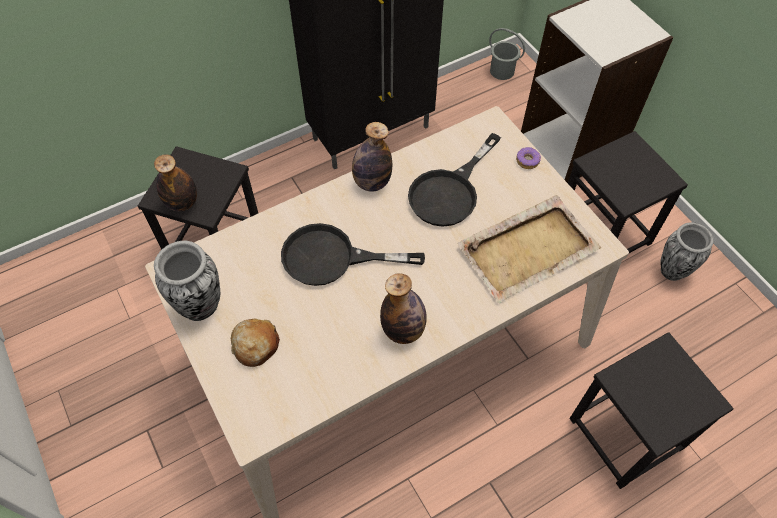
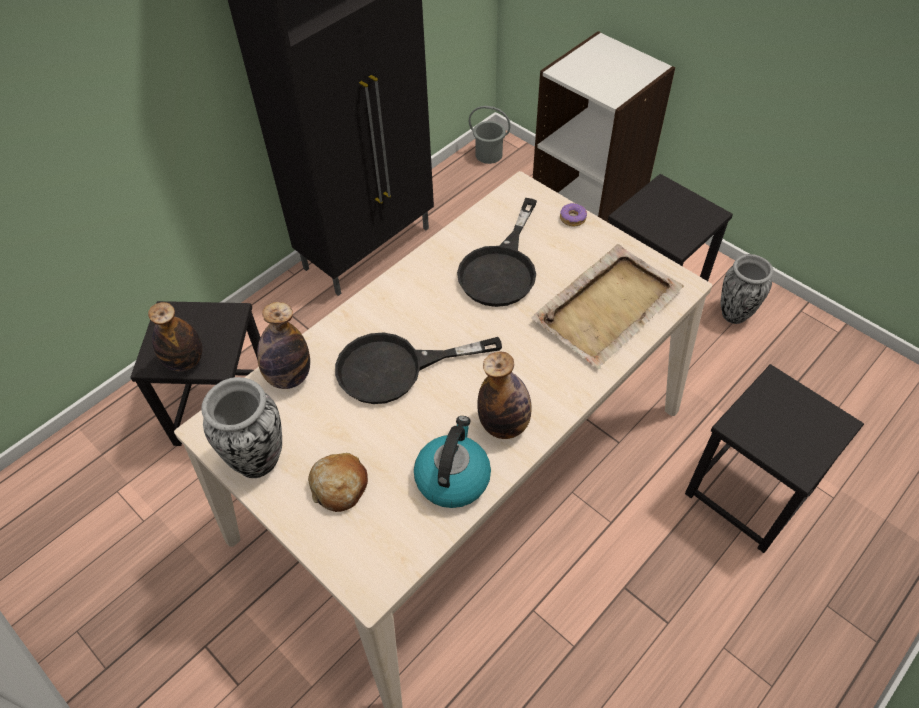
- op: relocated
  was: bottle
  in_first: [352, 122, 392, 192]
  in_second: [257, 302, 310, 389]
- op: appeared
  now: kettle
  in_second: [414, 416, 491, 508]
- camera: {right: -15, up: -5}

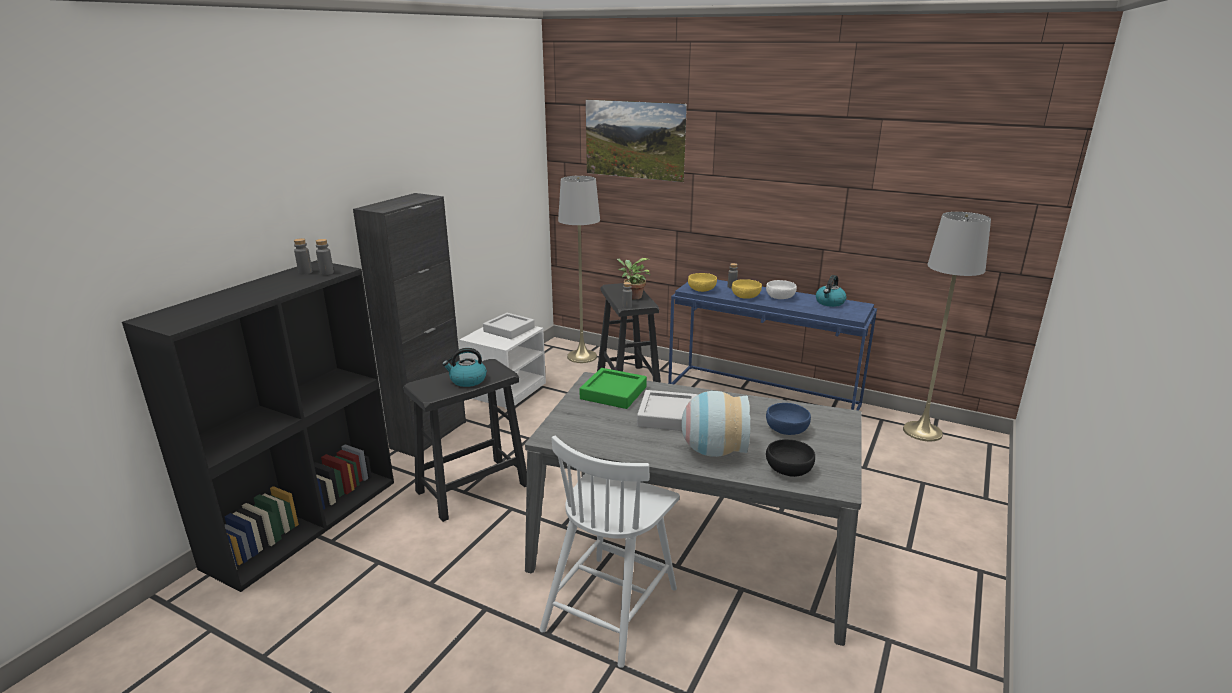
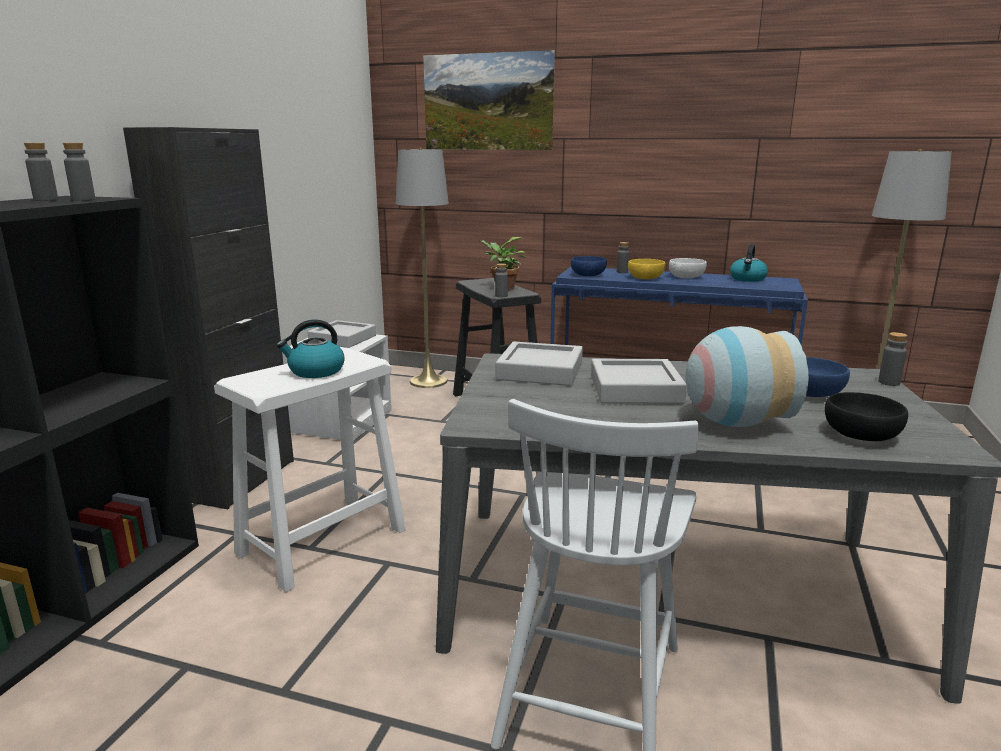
- op: colour
  was: black stool
  now: white stool
  in_first: [403, 359, 527, 522]
  in_second: [214, 348, 406, 593]
- op: colour
  was: green tray
  now: grey tray
  in_first: [579, 368, 647, 409]
  in_second: [496, 342, 583, 386]
- op: colour
  was: yellow bowl
  now: blue bowl
  in_first: [688, 273, 717, 292]
  in_second: [571, 256, 607, 276]
- op: appeared
  now: grey bottle
  in_second: [878, 332, 908, 386]
- camera: {right: -10, up: -5}

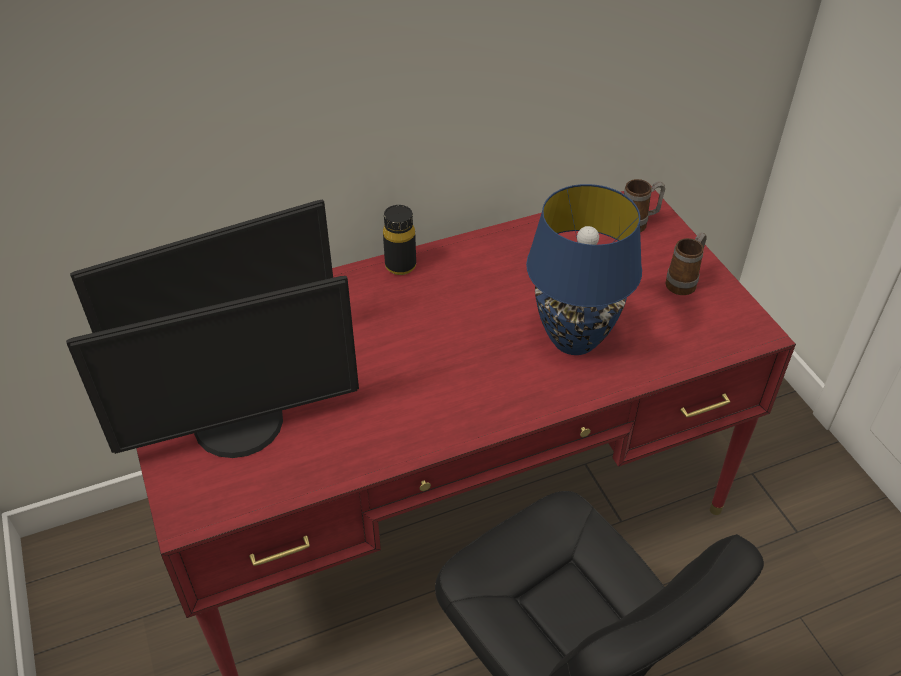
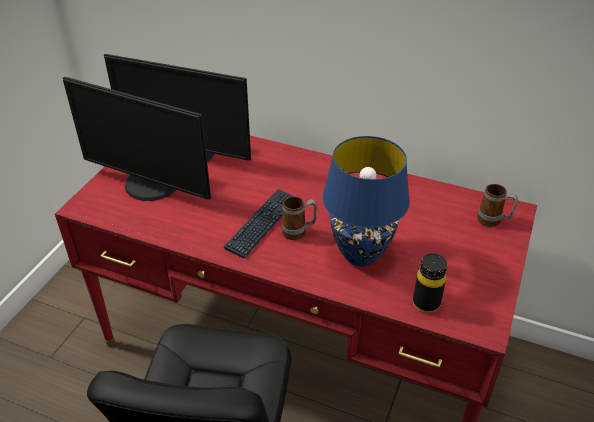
- op: relocated
  was: black bottle
  in_first: [383, 205, 416, 275]
  in_second: [413, 253, 447, 313]
- op: relocated
  was: mug
  in_first: [665, 232, 707, 295]
  in_second: [282, 196, 317, 240]
- op: appeared
  now: keyboard
  in_second: [224, 189, 293, 258]
- camera: {right: 45, up: -5}

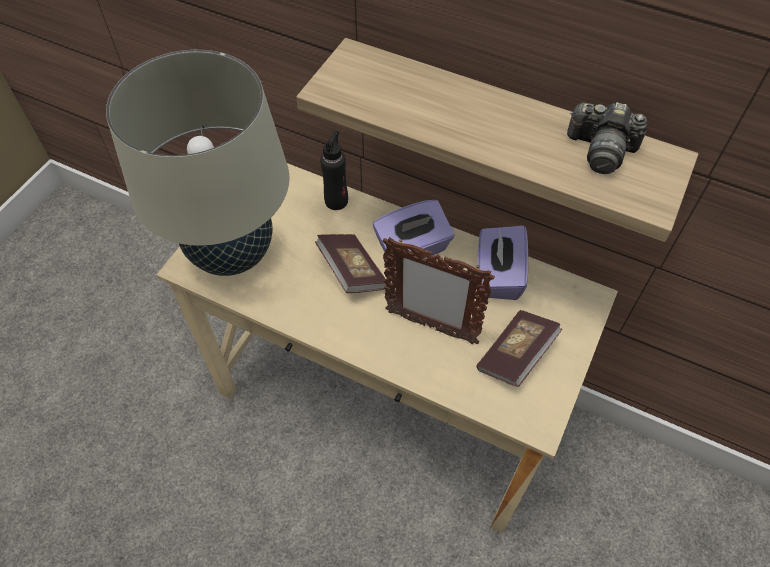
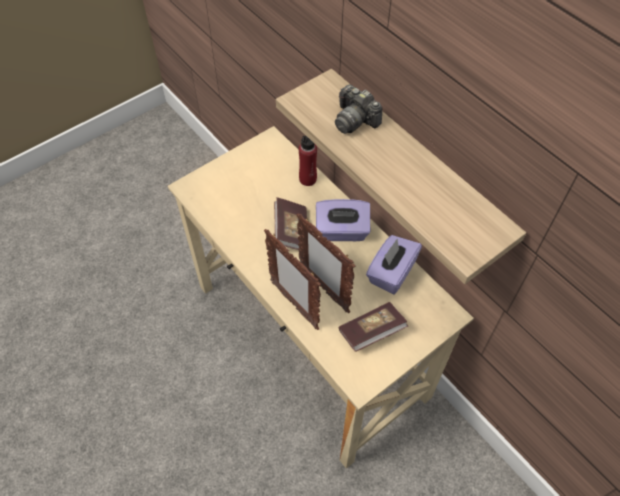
- op: missing
  was: beige table lamp
  in_first: [106, 50, 289, 276]
- op: colour
  was: black bottle
  now: red bottle
  in_first: [320, 131, 348, 210]
  in_second: [299, 135, 317, 186]
- op: relocated
  was: photo camera
  in_first: [567, 102, 648, 174]
  in_second: [335, 84, 382, 134]
- op: appeared
  now: picture frame
  in_second: [264, 229, 321, 330]
- camera: {right: 25, up: 0}

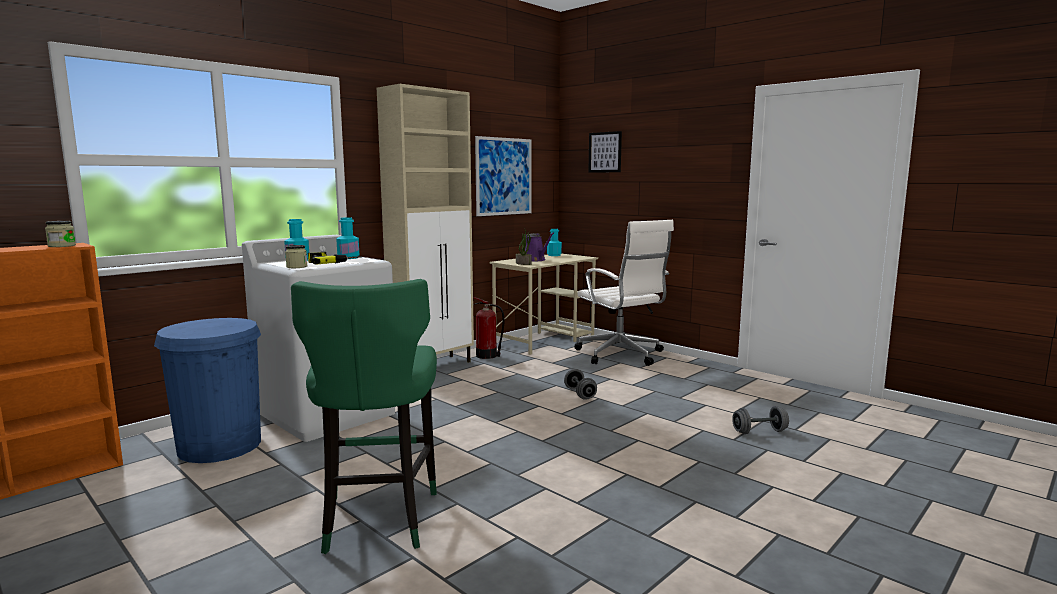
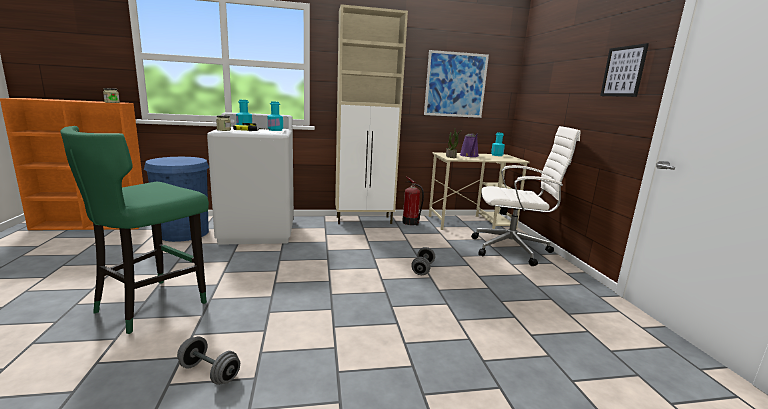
- op: spun
  was: white office chair
  in_first: [574, 220, 674, 366]
  in_second: [471, 126, 581, 266]
  clockwise: -90
- op: relocated
  was: picture
  in_first: [588, 131, 622, 173]
  in_second: [600, 43, 649, 97]
- op: relocated
  was: grey dumbbell
  in_first: [732, 406, 789, 434]
  in_second: [177, 337, 240, 385]
- camera: {right: 35, up: 5}

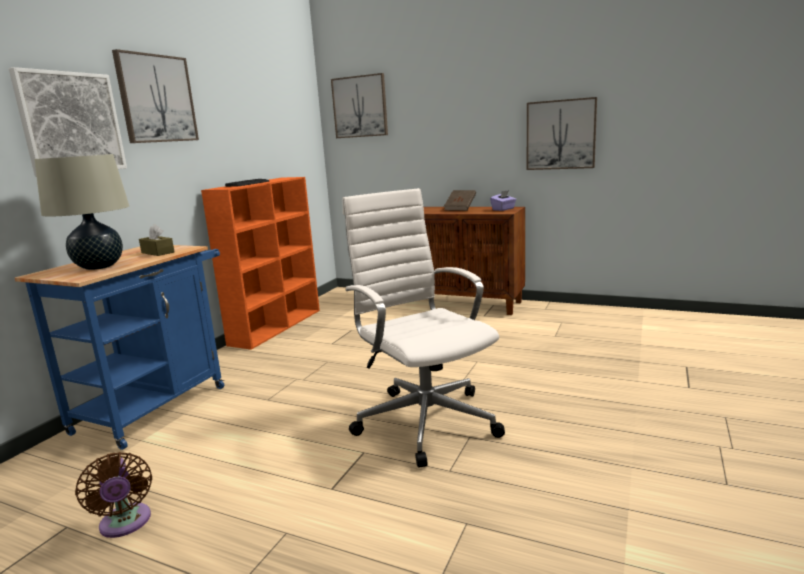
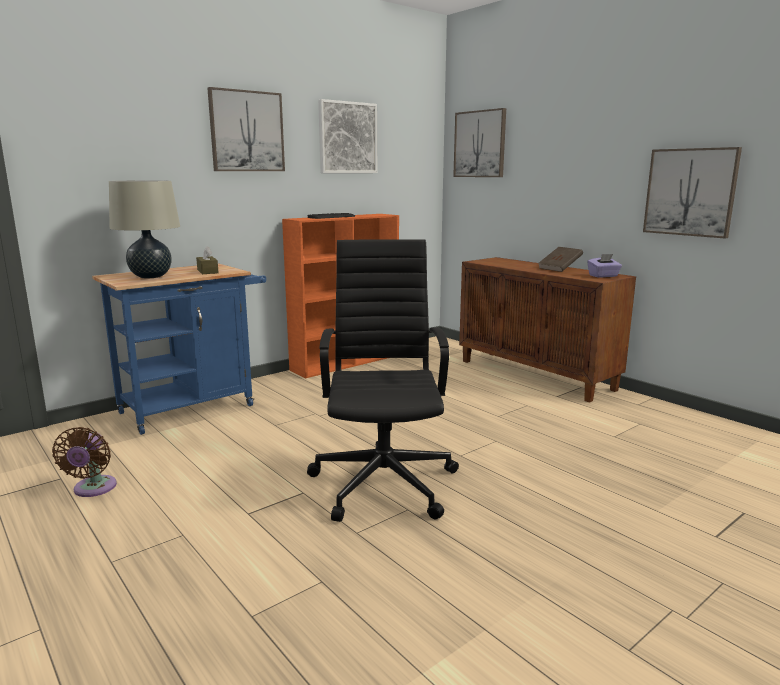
- op: relocated
  was: picture
  in_first: [9, 67, 127, 177]
  in_second: [318, 99, 377, 173]
- op: colour
  was: white office chair
  now: black office chair
  in_first: [342, 188, 505, 468]
  in_second: [307, 239, 459, 522]
- camera: {right: 25, up: 0}

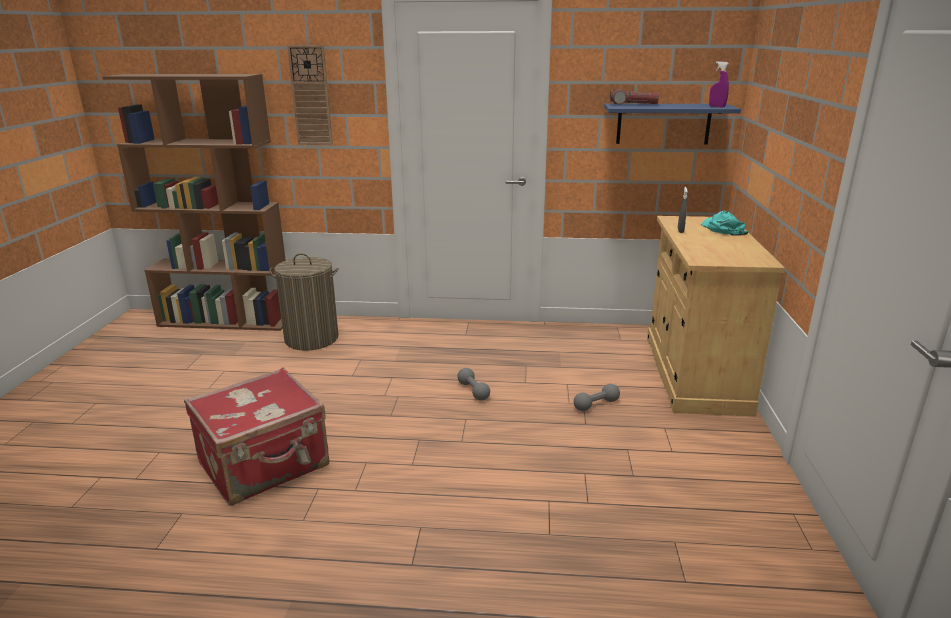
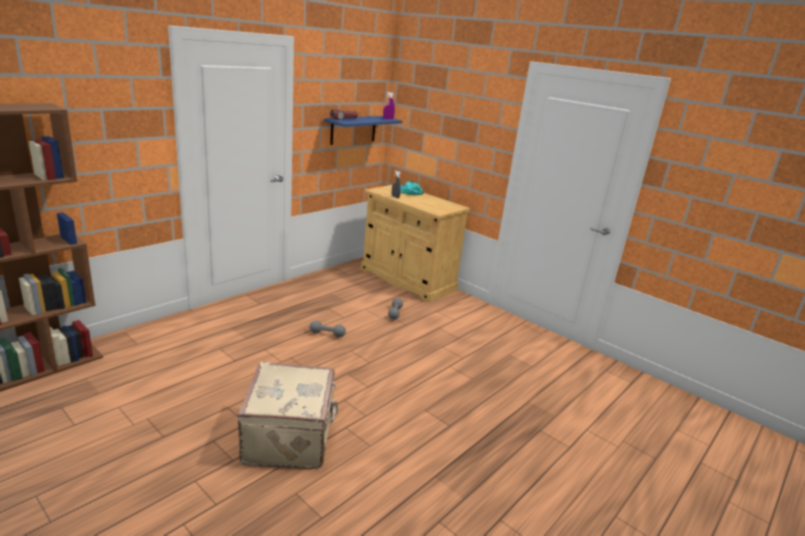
- op: colour
  was: red suitcase
  now: beige suitcase
  in_first: [184, 368, 329, 506]
  in_second: [238, 362, 338, 469]
- op: missing
  was: laundry basket
  in_first: [269, 253, 339, 351]
- op: missing
  was: wall clock
  in_first: [287, 45, 333, 145]
- camera: {right: -55, up: 0}

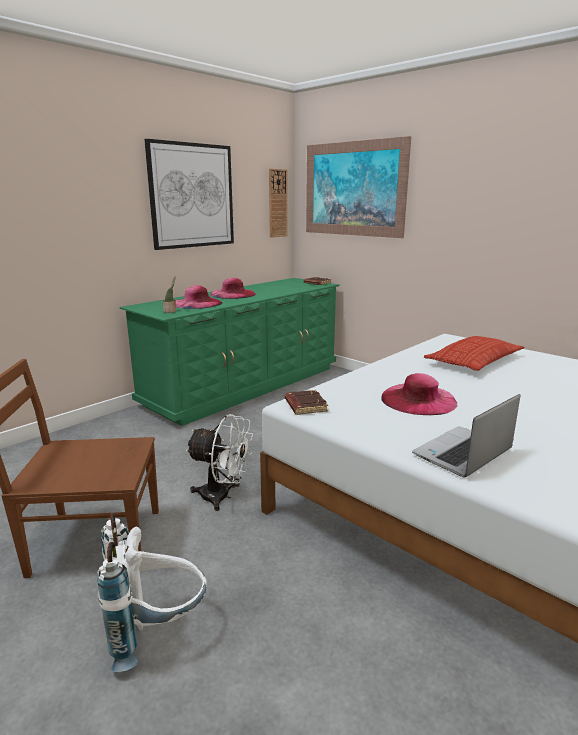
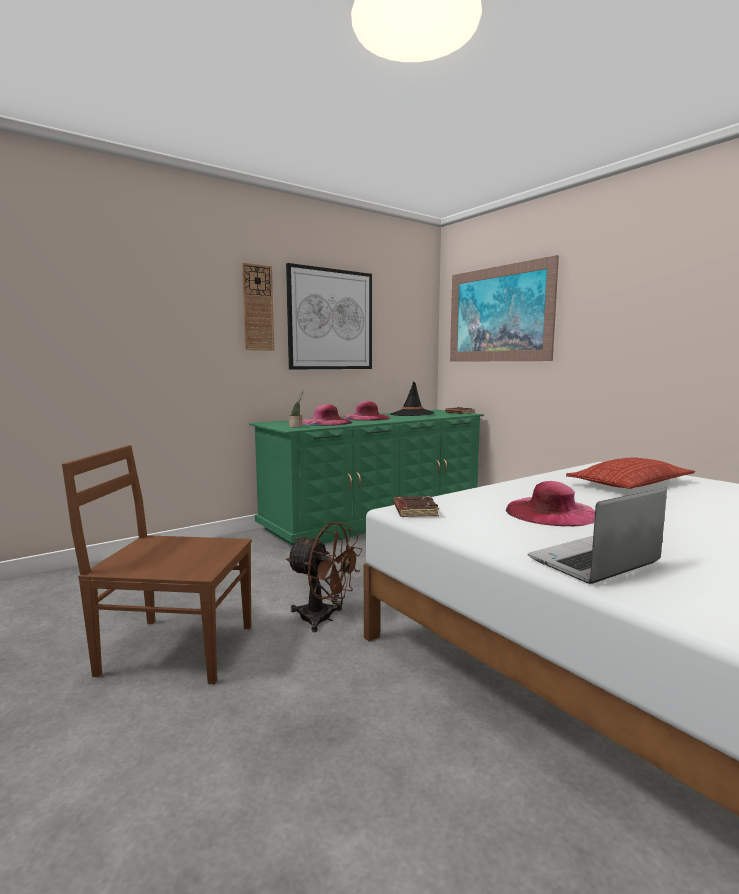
- op: missing
  was: white backpack
  in_first: [97, 514, 207, 672]
- op: colour
  was: white fan
  now: brown fan
  in_first: [186, 414, 253, 511]
  in_second: [286, 522, 363, 632]
- op: relocated
  was: wall clock
  in_first: [269, 169, 288, 238]
  in_second: [242, 263, 274, 351]
- op: appeared
  now: black hat
  in_second: [391, 381, 434, 416]
- camera: {right: 10, up: -10}

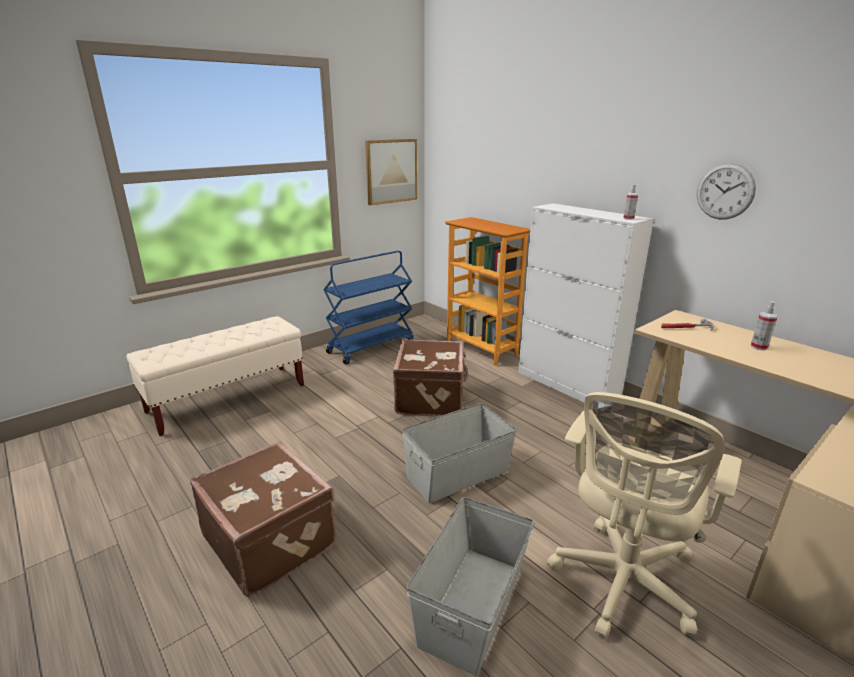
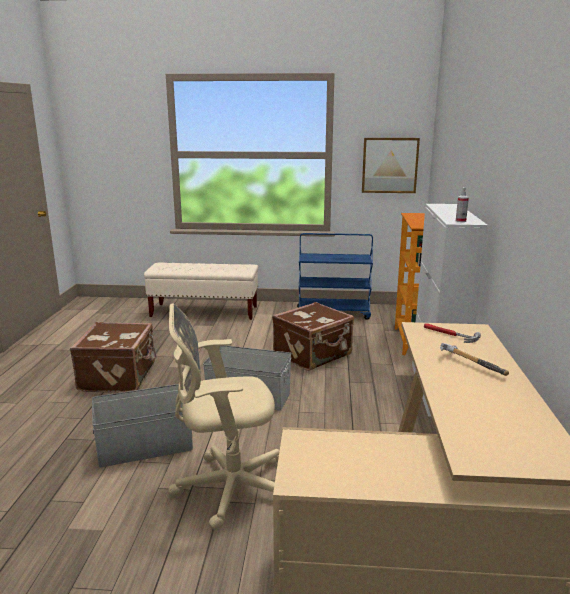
- op: missing
  was: wall clock
  in_first: [697, 163, 756, 220]
- op: exchanged
  was: spray bottle
  now: hammer
  in_first: [751, 301, 778, 350]
  in_second: [440, 343, 509, 376]
- camera: {right: 45, up: -5}

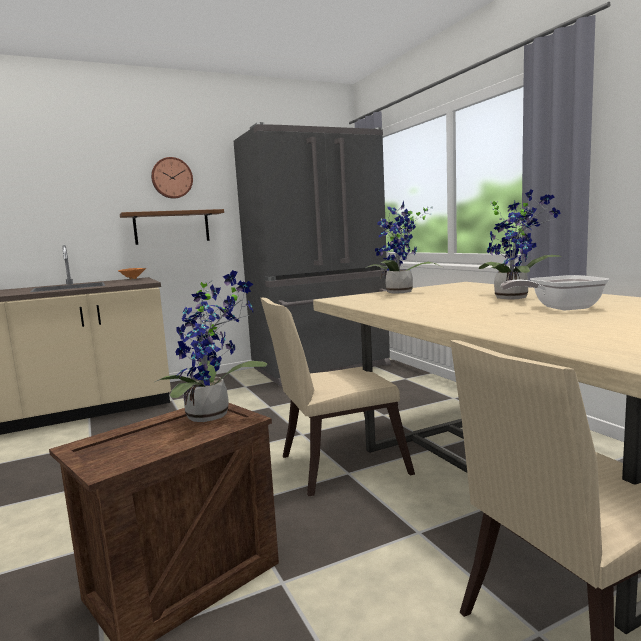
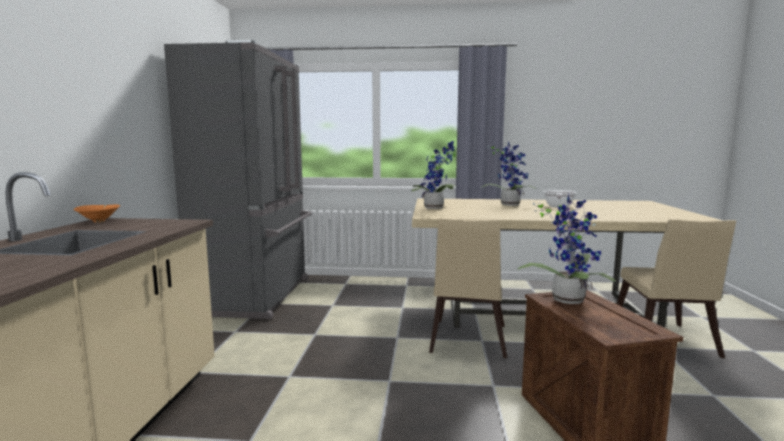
- op: missing
  was: brown shelf
  in_first: [120, 209, 224, 245]
- op: missing
  was: wall clock
  in_first: [151, 157, 193, 199]
- camera: {right: -60, up: 0}

